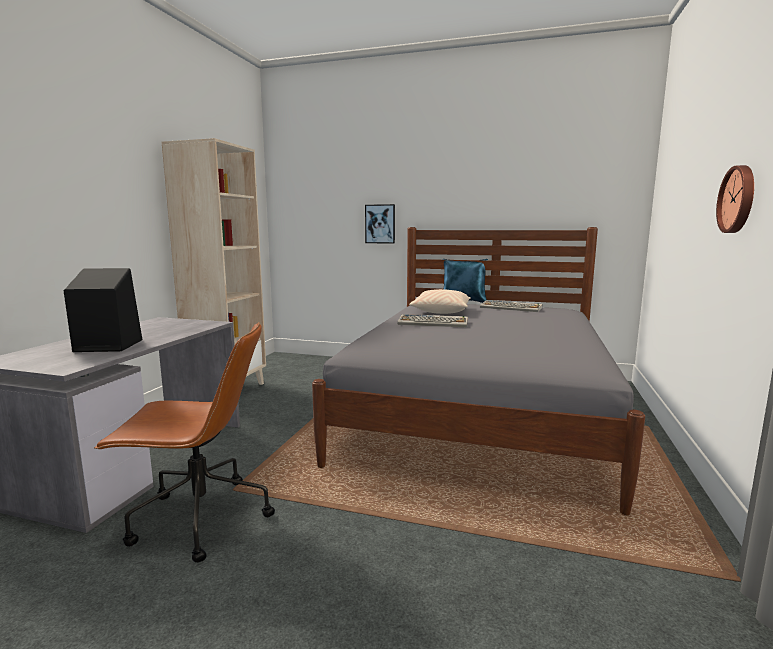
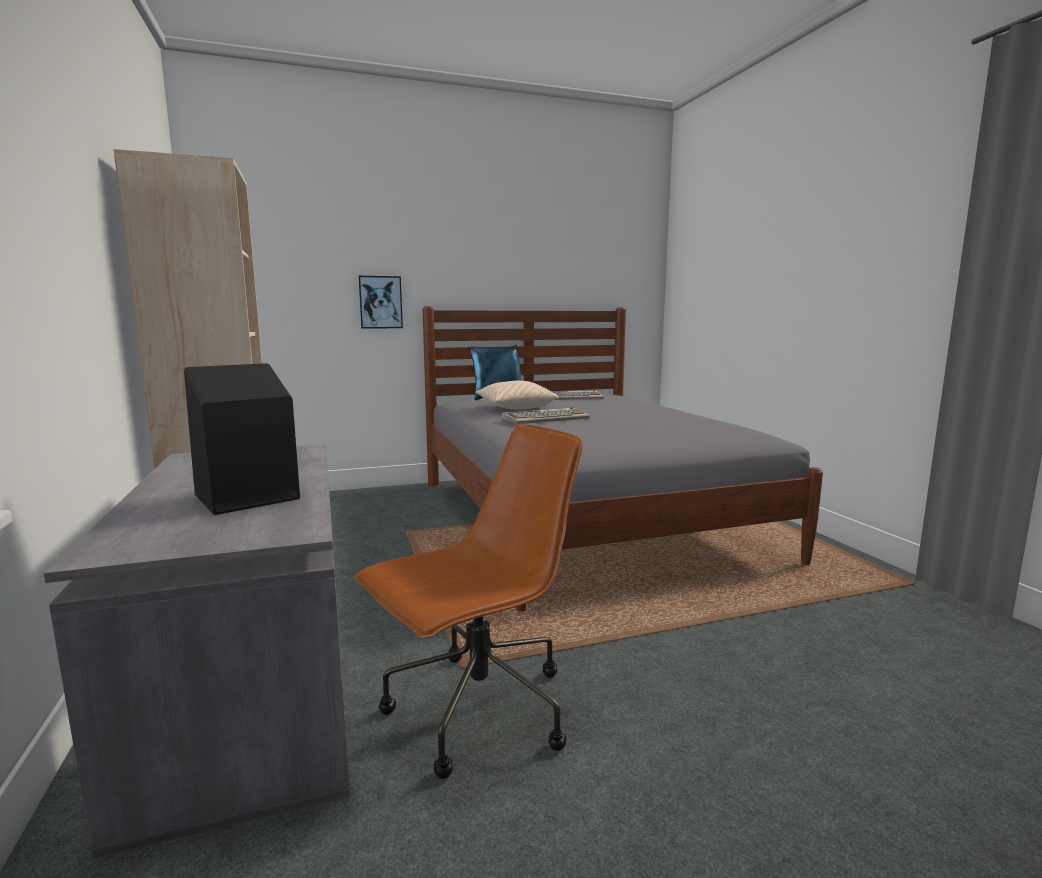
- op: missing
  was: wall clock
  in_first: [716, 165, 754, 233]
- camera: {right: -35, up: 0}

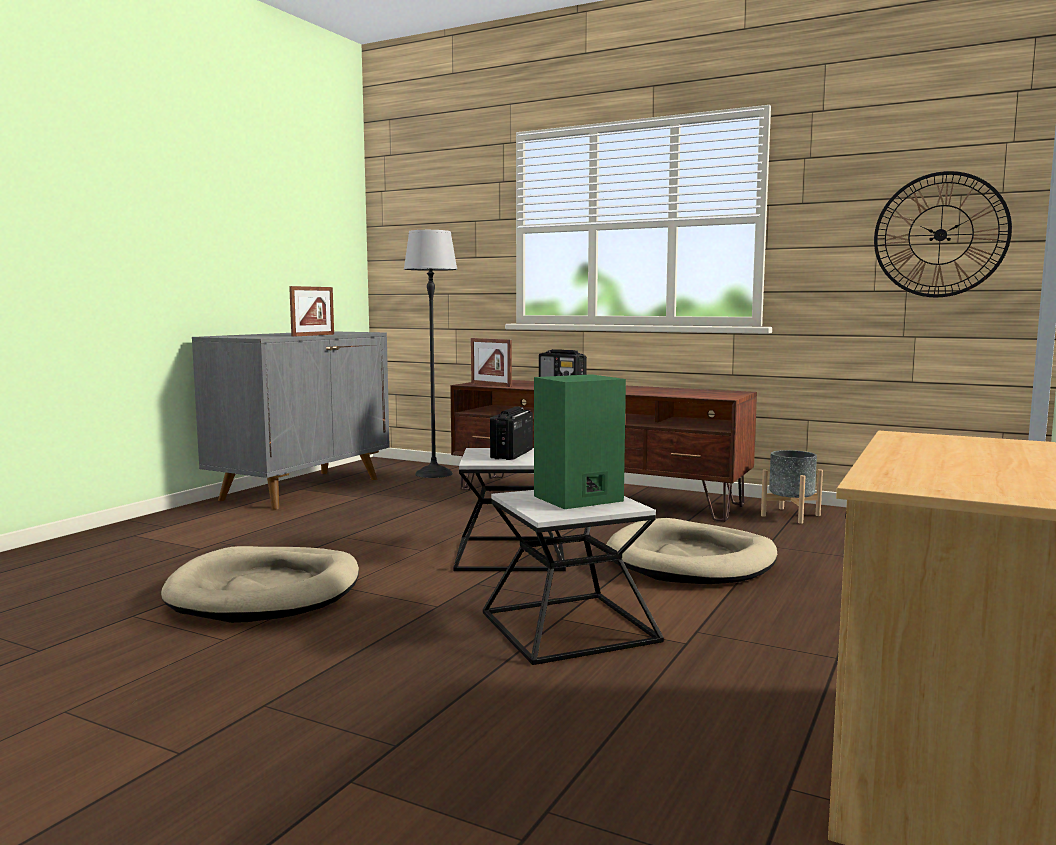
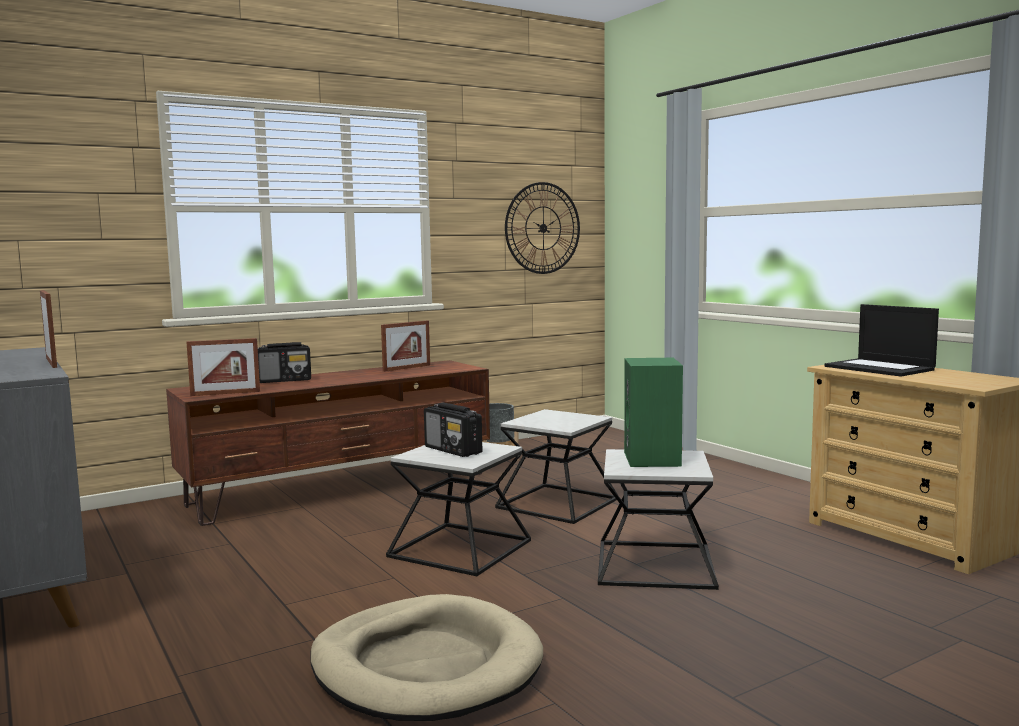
- op: missing
  was: floor lamp
  in_first: [404, 230, 457, 478]
- op: exchanged
  was: beige dog bed
  now: side table
  in_first: [606, 518, 777, 584]
  in_second: [495, 409, 618, 524]
- op: appeared
  now: picture frame
  in_second: [381, 320, 430, 372]
- op: appeared
  now: laptop
  in_second: [824, 304, 939, 377]
- camera: {right: -60, up: 0}

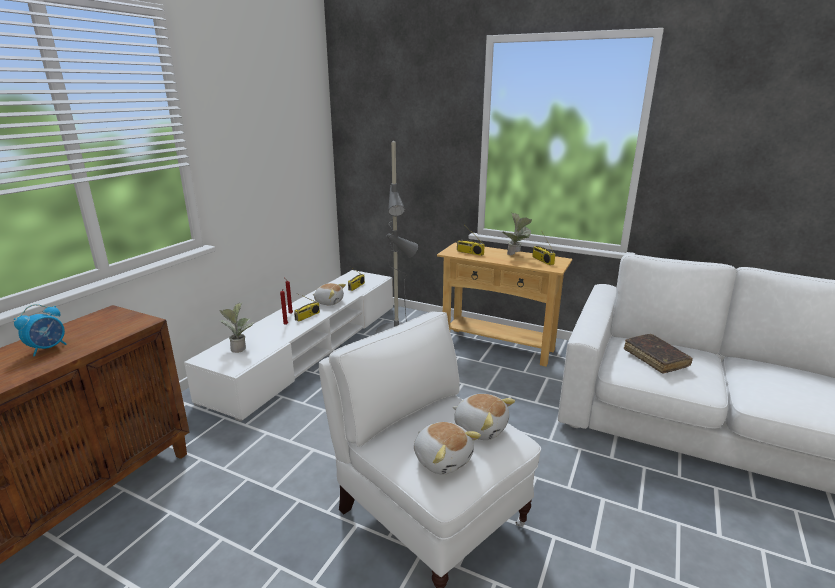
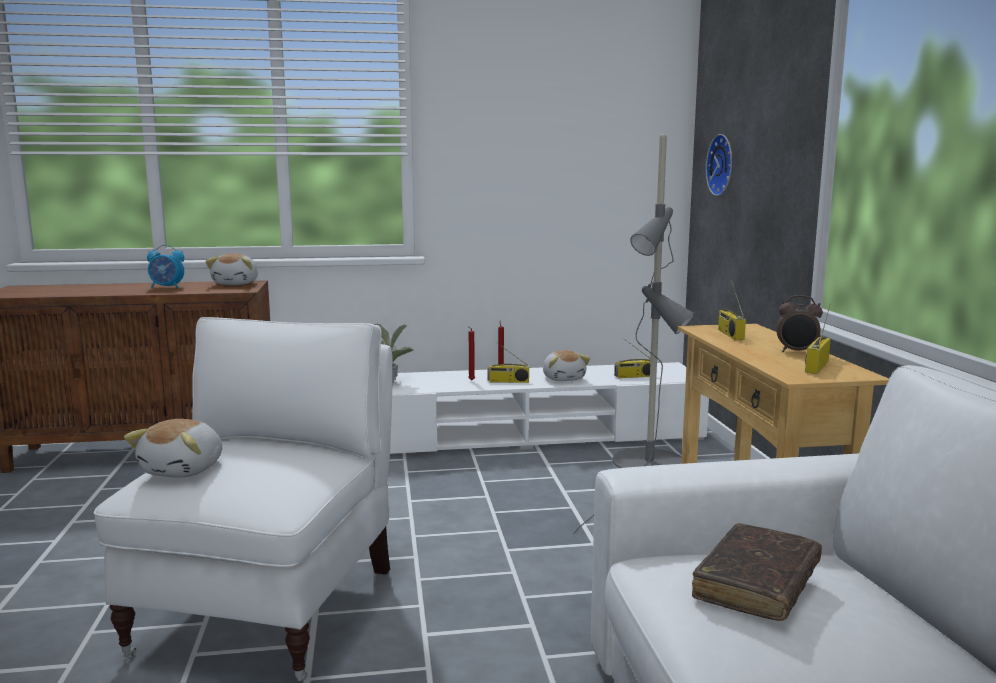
- op: relocated
  was: plush toy
  in_first: [453, 394, 515, 440]
  in_second: [206, 253, 258, 285]
- op: exchanged
  was: potted plant
  now: alarm clock
  in_first: [502, 213, 532, 256]
  in_second: [776, 295, 823, 352]
- op: appeared
  now: wall clock
  in_second: [706, 134, 732, 196]
- camera: {right: 55, up: -10}

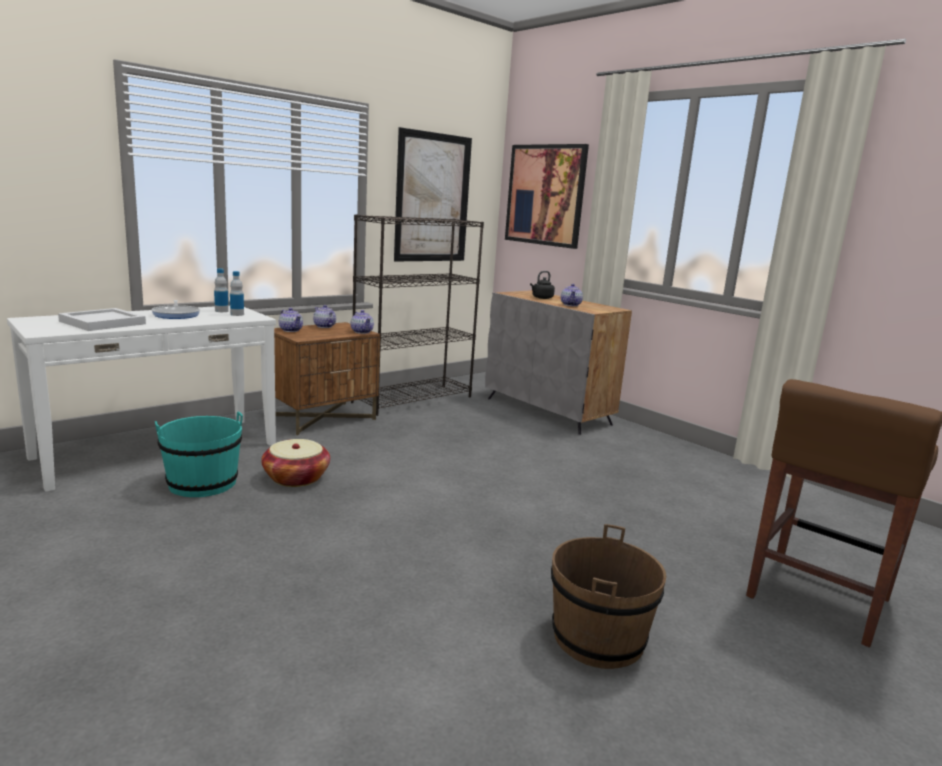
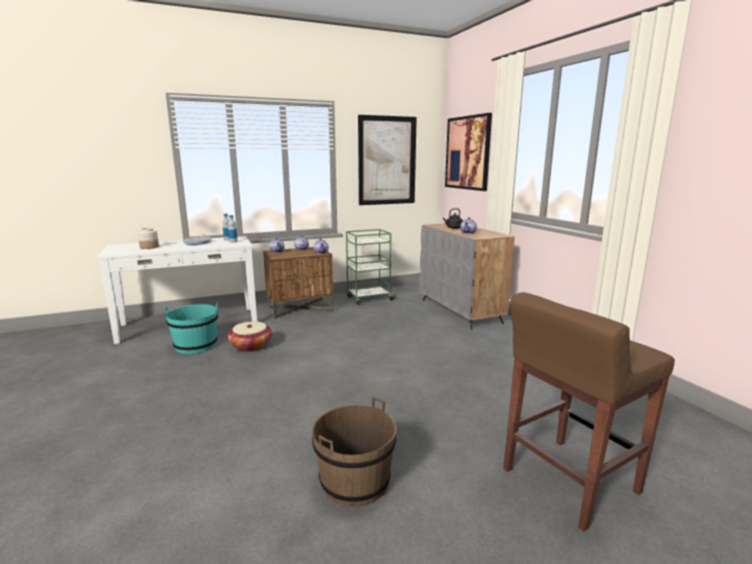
- op: exchanged
  was: white tray
  now: jar
  in_first: [58, 308, 146, 331]
  in_second: [138, 228, 159, 249]
- op: exchanged
  was: black bookcase
  now: green cart
  in_first: [351, 214, 484, 416]
  in_second: [346, 229, 396, 305]
- camera: {right: 20, up: 0}

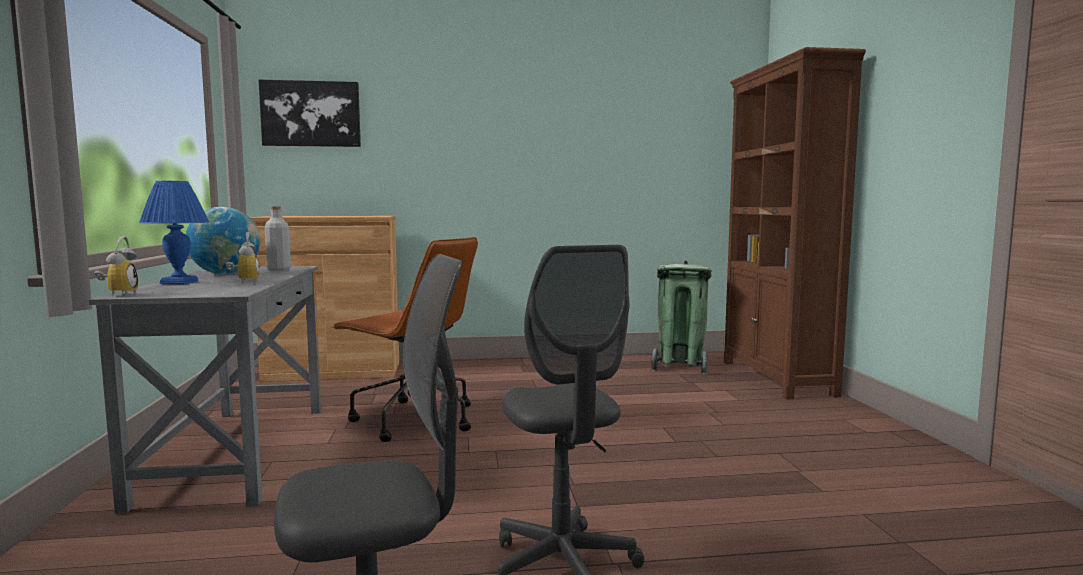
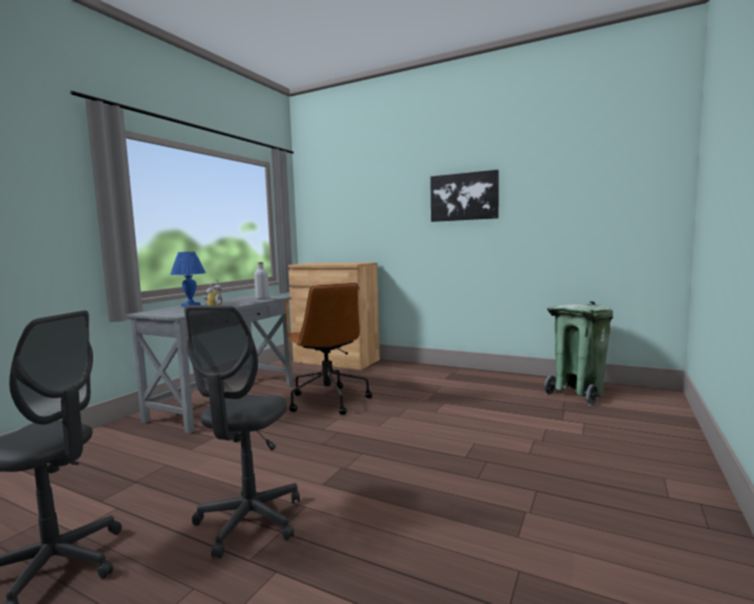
- op: missing
  was: alarm clock
  in_first: [94, 236, 138, 296]
- op: missing
  was: globe
  in_first: [186, 207, 260, 274]
- op: relocated
  was: picture
  in_first: [259, 80, 361, 147]
  in_second: [430, 170, 499, 222]
- op: missing
  was: brown bookcase
  in_first: [724, 47, 866, 400]
- camera: {right: 35, up: 0}

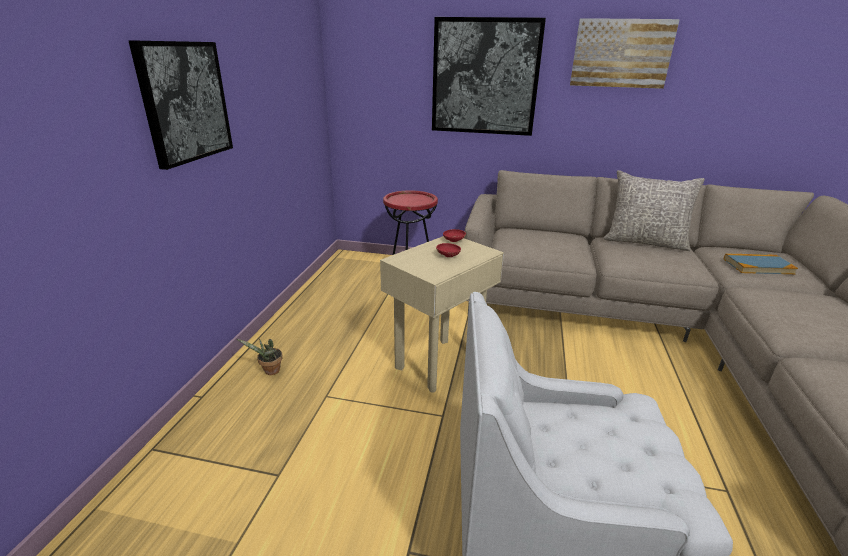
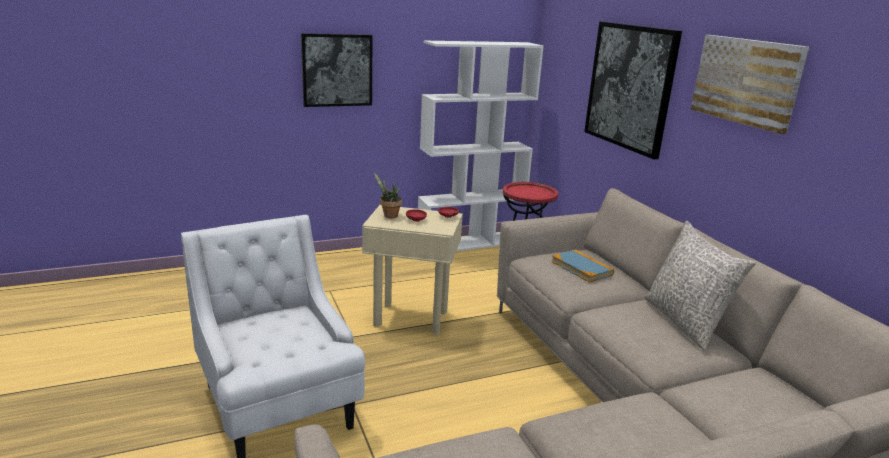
- op: relocated
  was: potted plant
  in_first: [237, 339, 283, 375]
  in_second: [374, 172, 402, 218]
- op: relocated
  was: book
  in_first: [724, 253, 798, 274]
  in_second: [552, 250, 614, 283]
- op: appeared
  now: white bookcase
  in_second: [418, 41, 544, 251]
- camera: {right: 55, up: -5}

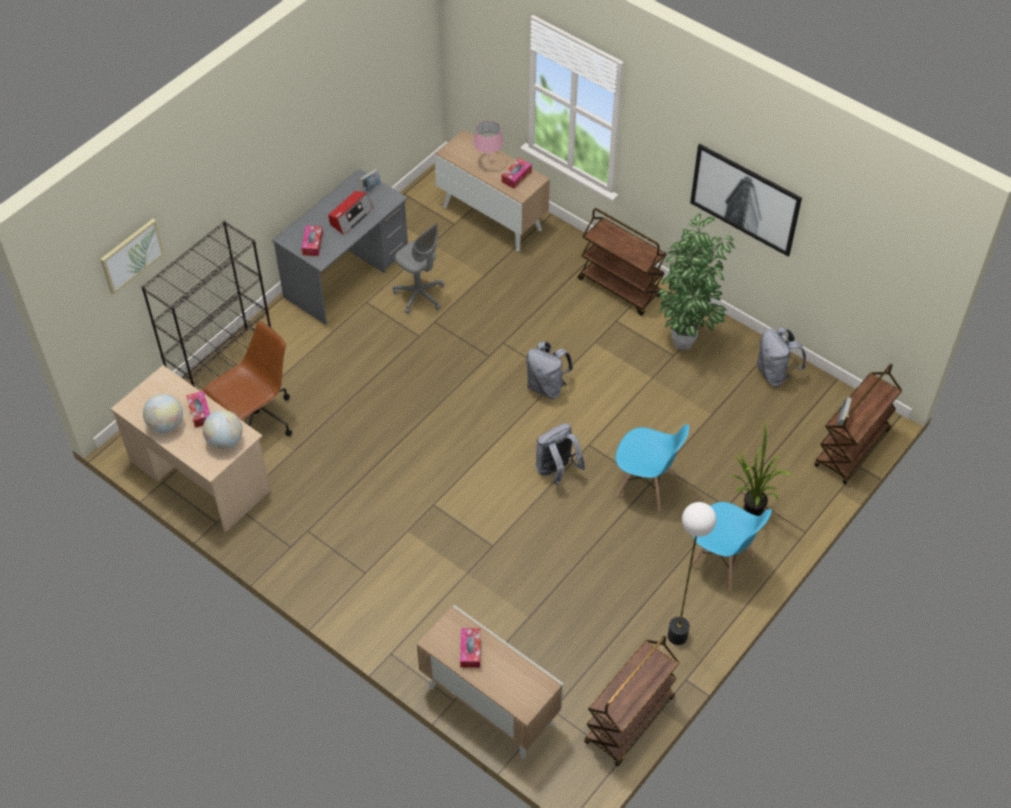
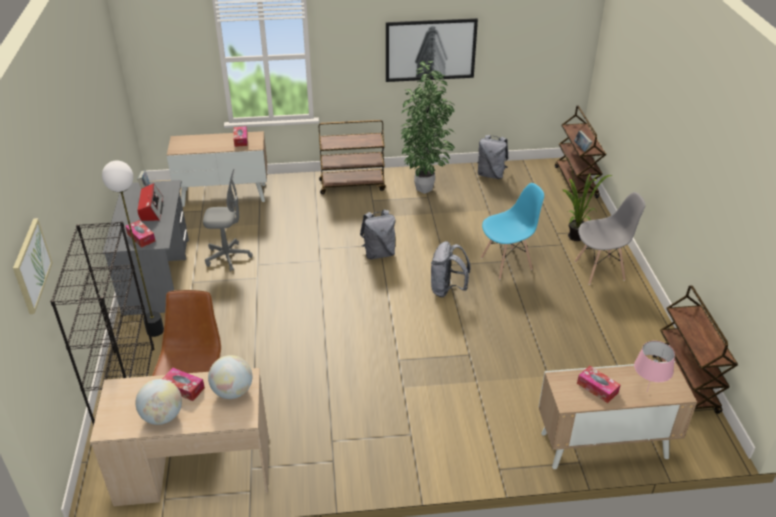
- op: relocated
  was: pink table lamp
  in_first: [473, 120, 503, 163]
  in_second: [634, 341, 675, 391]
- op: relocated
  was: floor lamp
  in_first: [668, 502, 716, 645]
  in_second: [102, 161, 164, 337]
- op: colour
  was: blue chair
  now: grey chair
  in_first: [689, 502, 772, 591]
  in_second: [575, 192, 645, 285]
- camera: {right: -45, up: -15}

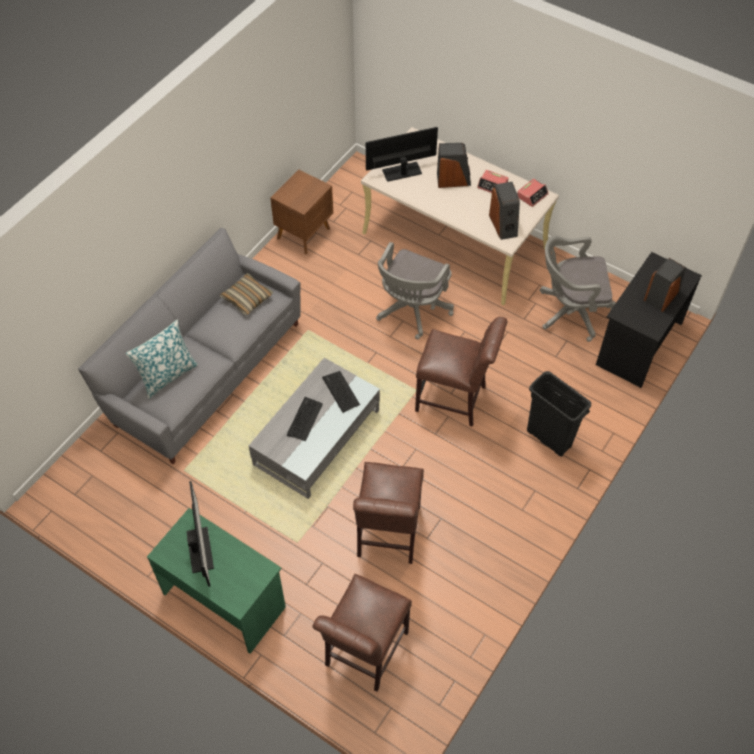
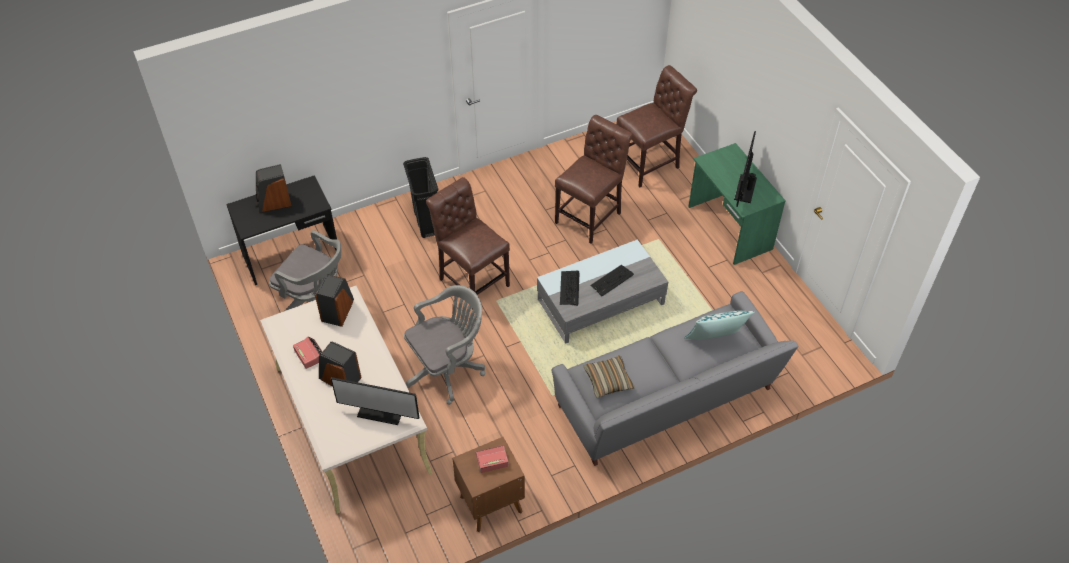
- op: relocated
  was: alarm clock
  in_first: [517, 179, 549, 207]
  in_second: [475, 445, 509, 473]
- camera: {right: -150, up: -5}

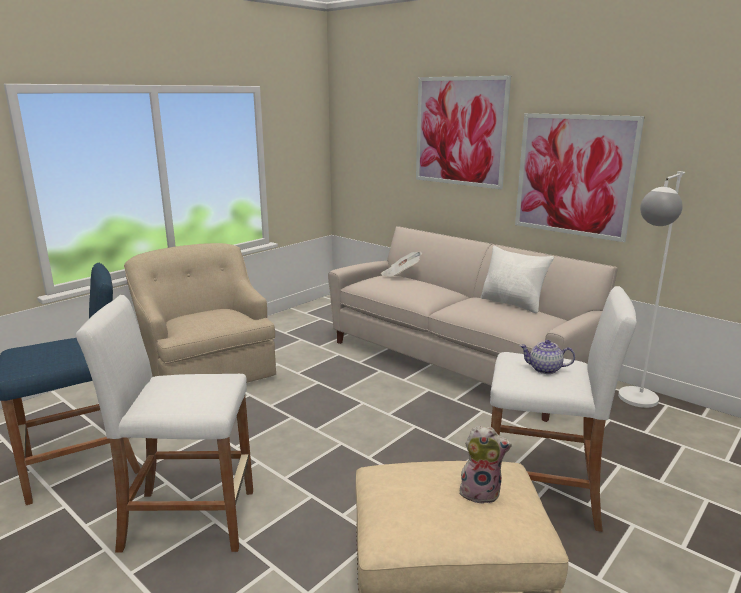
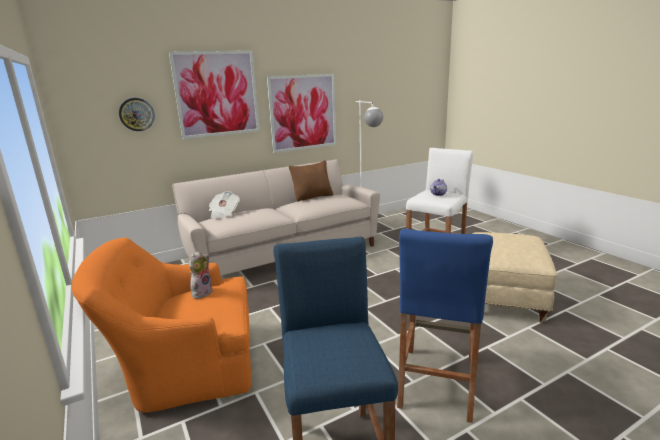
- op: colour
  was: white stool
  now: blue stool
  in_first: [76, 295, 253, 552]
  in_second: [397, 228, 493, 423]
- op: colour
  was: beige armchair
  now: orange armchair
  in_first: [124, 243, 276, 384]
  in_second: [72, 238, 251, 413]
- op: relocated
  was: plush toy
  in_first: [460, 426, 512, 504]
  in_second: [189, 251, 213, 299]
- op: colour
  was: white pillow
  now: brown pillow
  in_first: [481, 246, 554, 313]
  in_second: [289, 160, 333, 202]
- op: appeared
  now: wall clock
  in_second: [119, 98, 155, 131]
- camera: {right: -70, up: 0}

